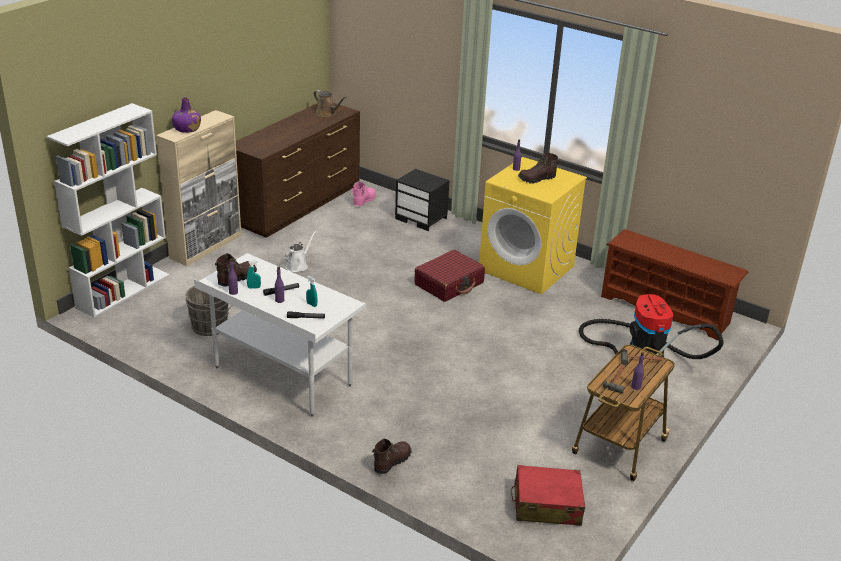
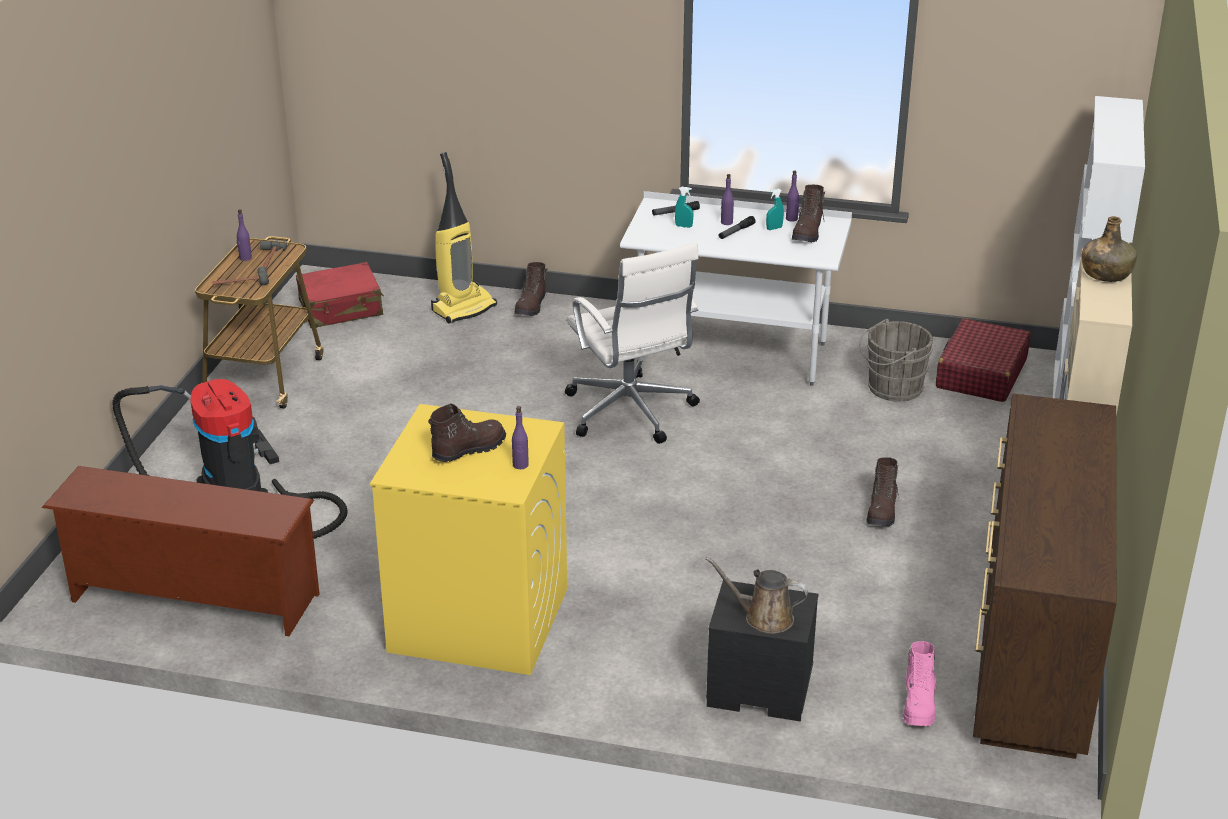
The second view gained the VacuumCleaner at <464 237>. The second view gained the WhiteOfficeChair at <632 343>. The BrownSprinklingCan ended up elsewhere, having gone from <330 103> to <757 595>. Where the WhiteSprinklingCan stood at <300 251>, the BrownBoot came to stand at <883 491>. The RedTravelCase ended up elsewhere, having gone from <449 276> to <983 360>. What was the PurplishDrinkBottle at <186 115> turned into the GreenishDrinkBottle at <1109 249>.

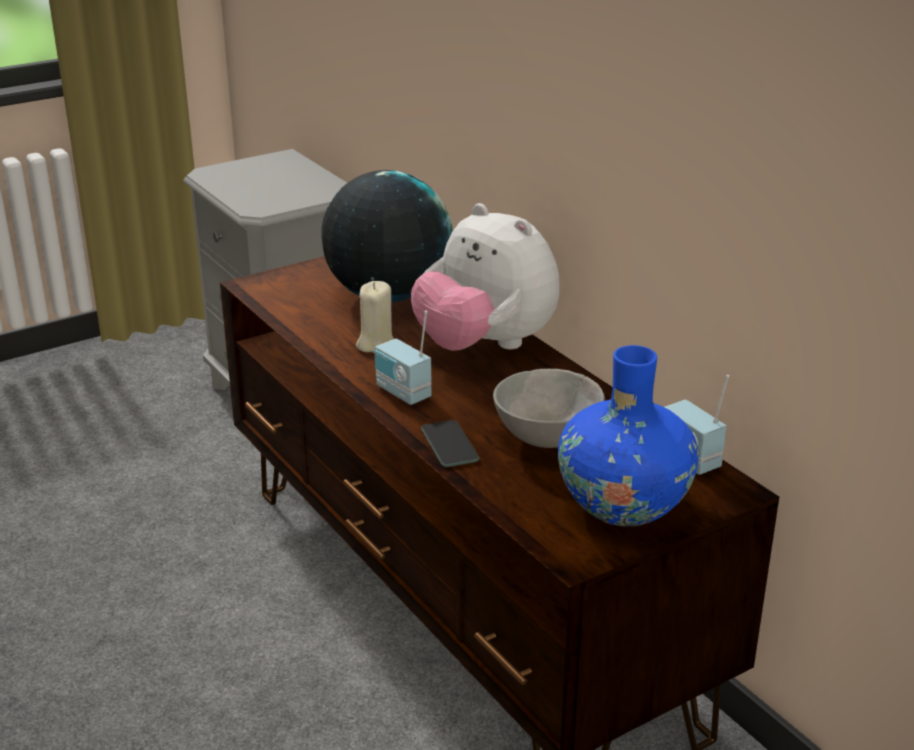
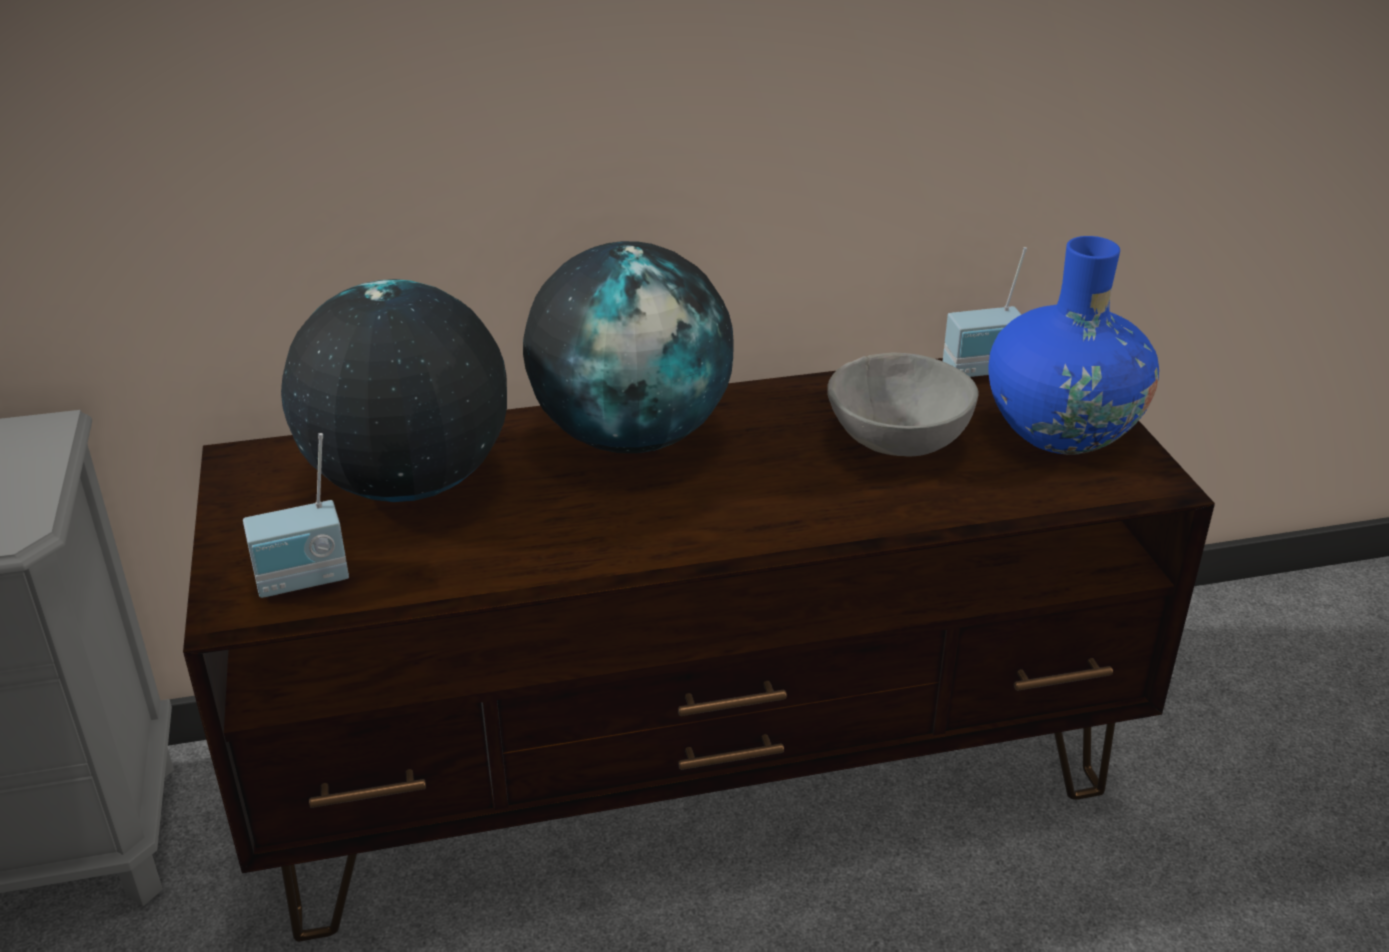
The Radio ended up elsewhere, having gone from <403 358> to <296 515>. Where the CuddlyToy stood at <485 277>, the Globe came to stand at <628 347>. The second view lost the SandColouredWaxCandle at <375 317>. The second view lost the Telephone at <450 443>.

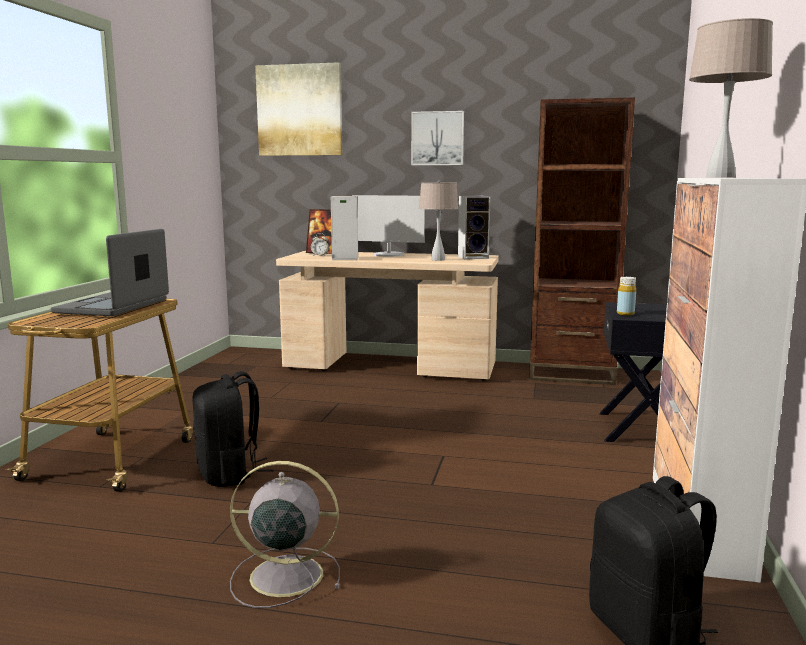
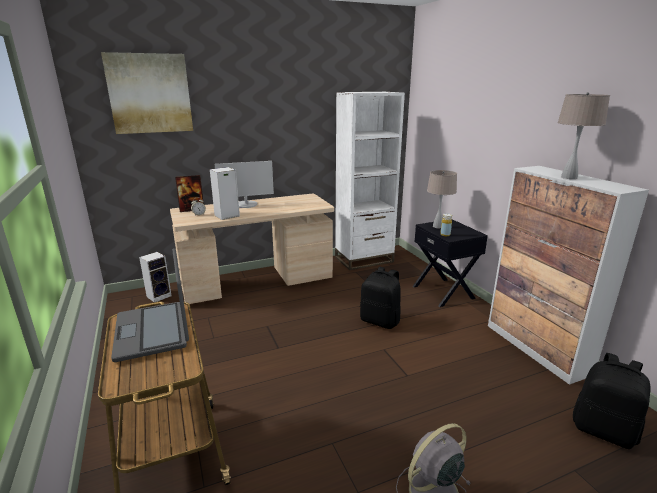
The Speaker ended up elsewhere, having gone from <474 227> to <155 277>. What was the BrownBookshelf at <582 241> turned into the WhiteBookshelf at <370 181>. The BlackColouredKnapsack ended up elsewhere, having gone from <233 429> to <380 298>. The SandColouredTableLamp ended up elsewhere, having gone from <438 220> to <442 199>. The second view lost the Picture at <437 138>.

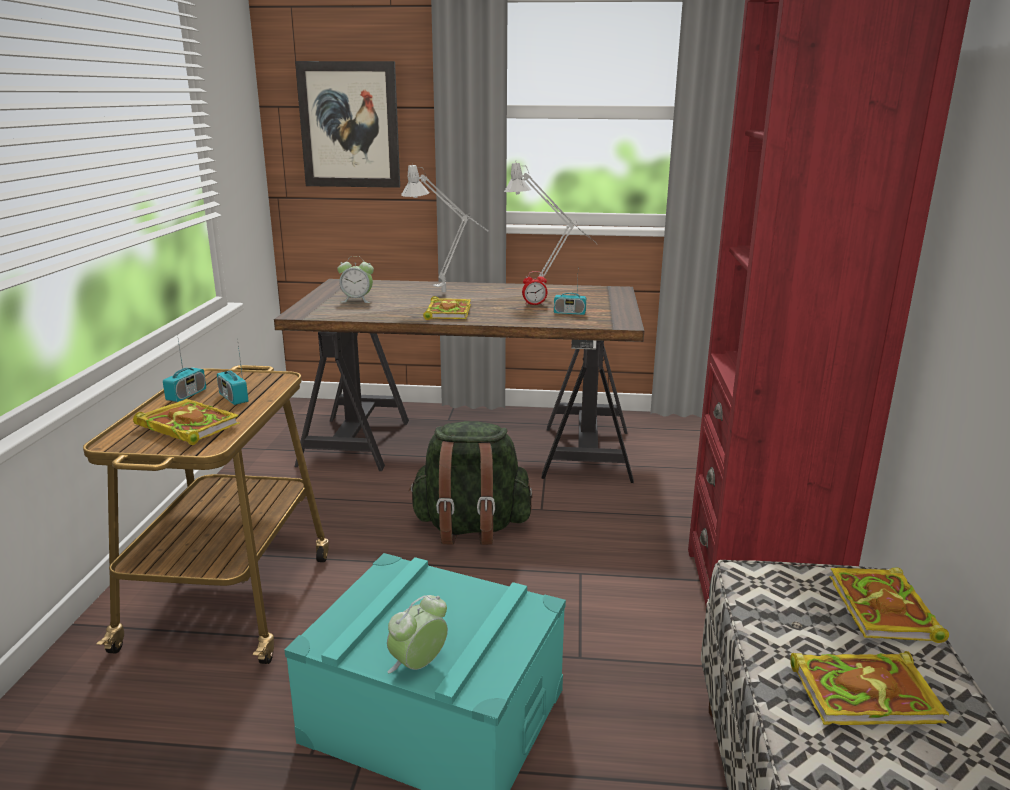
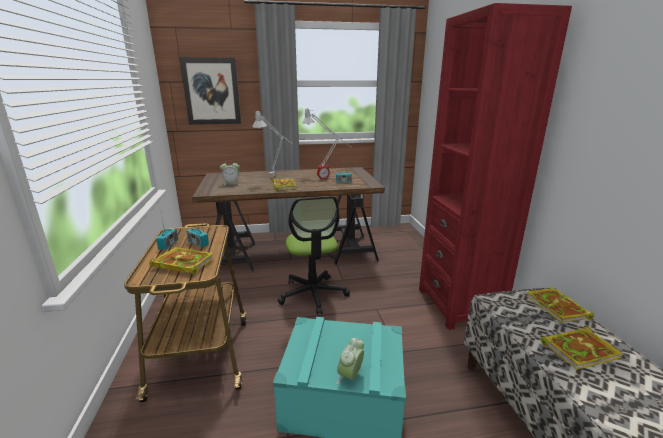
Where the GreenishKnapsack stood at <470 483>, the OfficeChair came to stand at <314 255>.

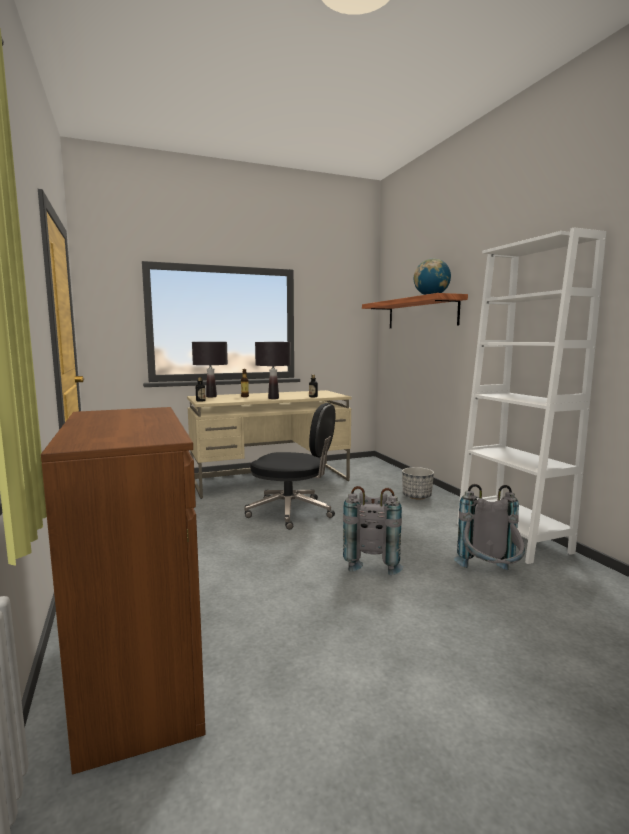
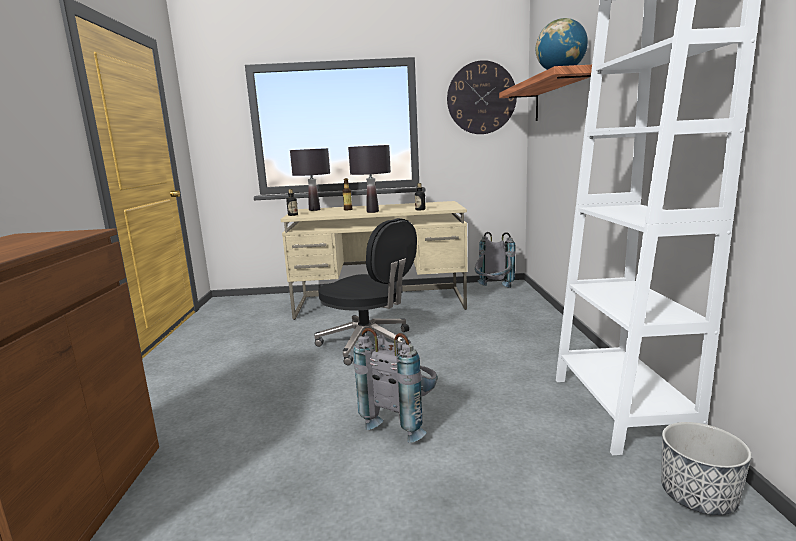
The second view gained the HangingClock at <482 97>. The GreyishKnapsack ended up elsewhere, having gone from <489 527> to <495 260>. The Planter ended up elsewhere, having gone from <418 483> to <706 468>.

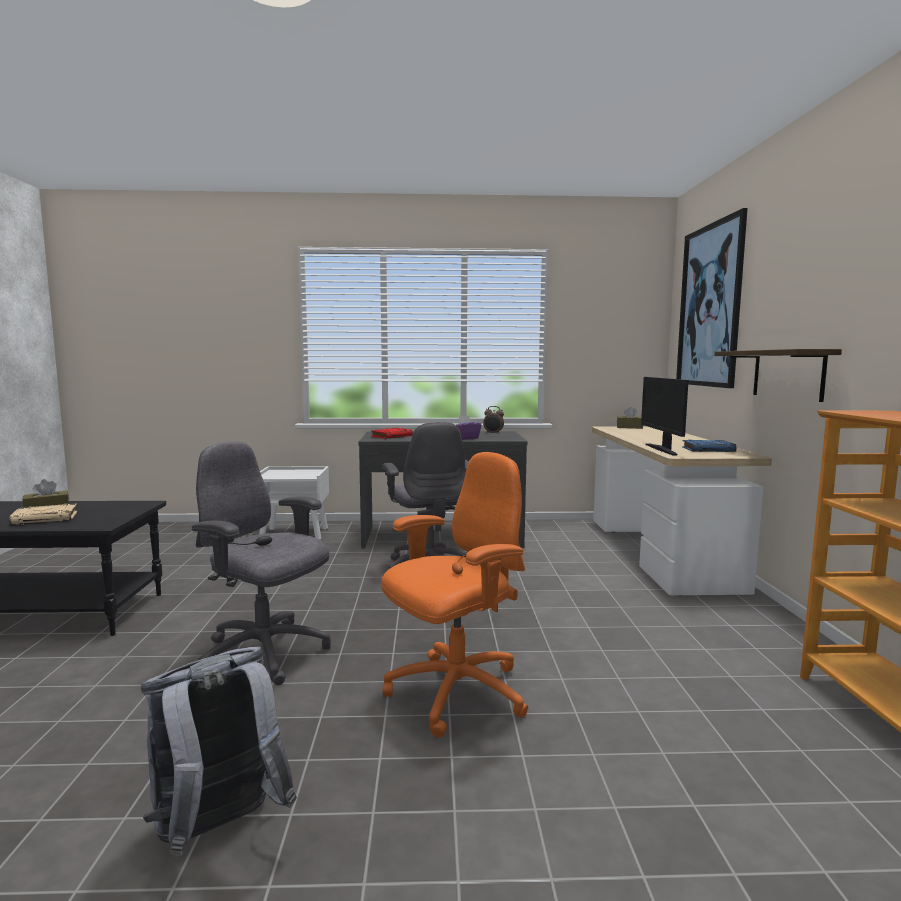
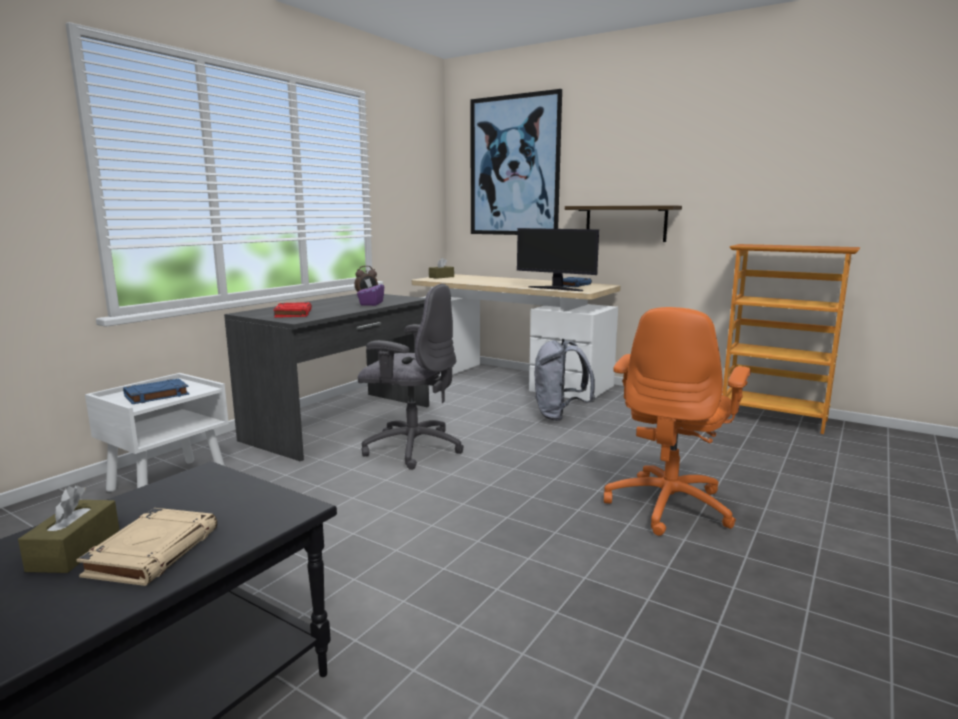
The second view gained the BlueBoundBook at <156 391>. The GreyishKnapsack ended up elsewhere, having gone from <219 751> to <565 380>. The OrangeOfficeChair at <454 595> ended up facing another way, 150 degrees counterclockwise from before. The second view lost the GreyishOfficeChair at <261 563>.

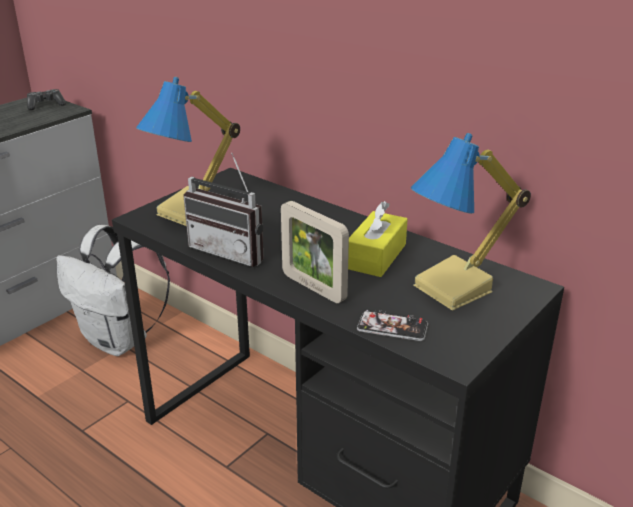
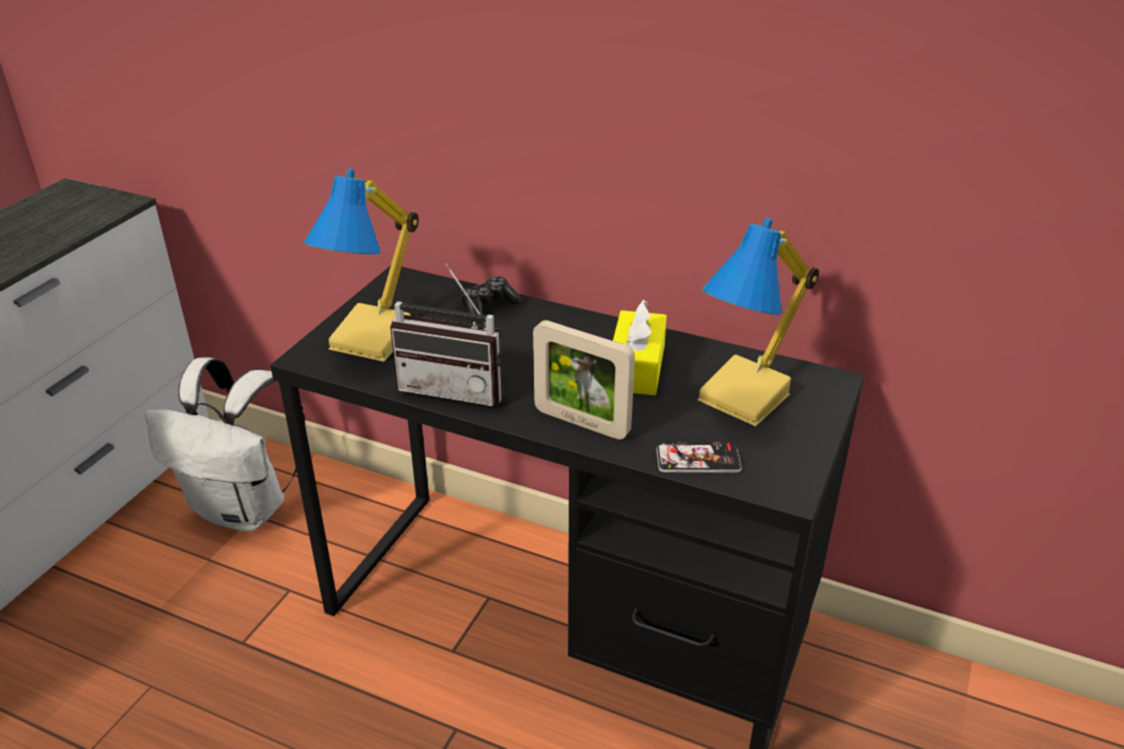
The Joypad ended up elsewhere, having gone from <46 99> to <490 299>.

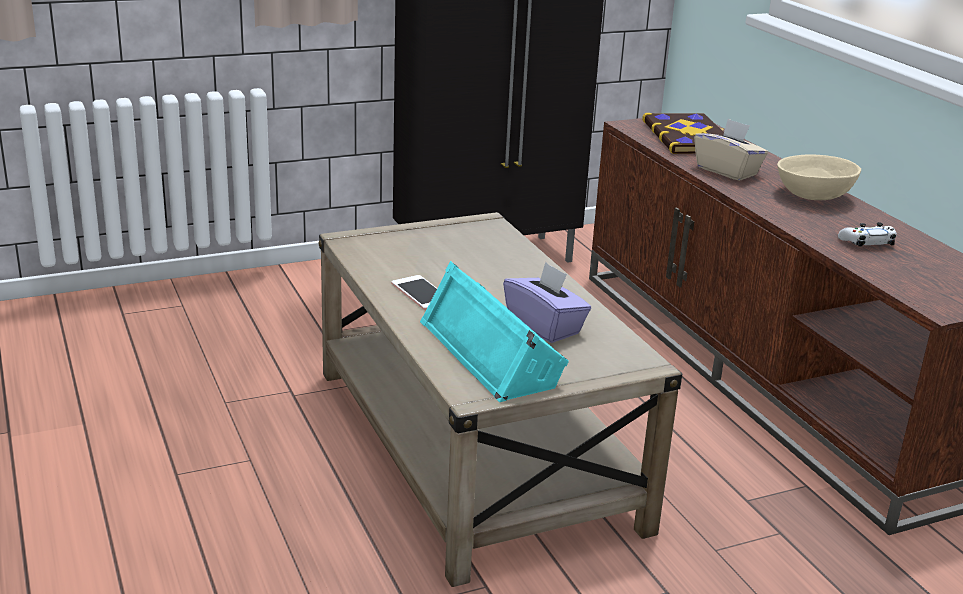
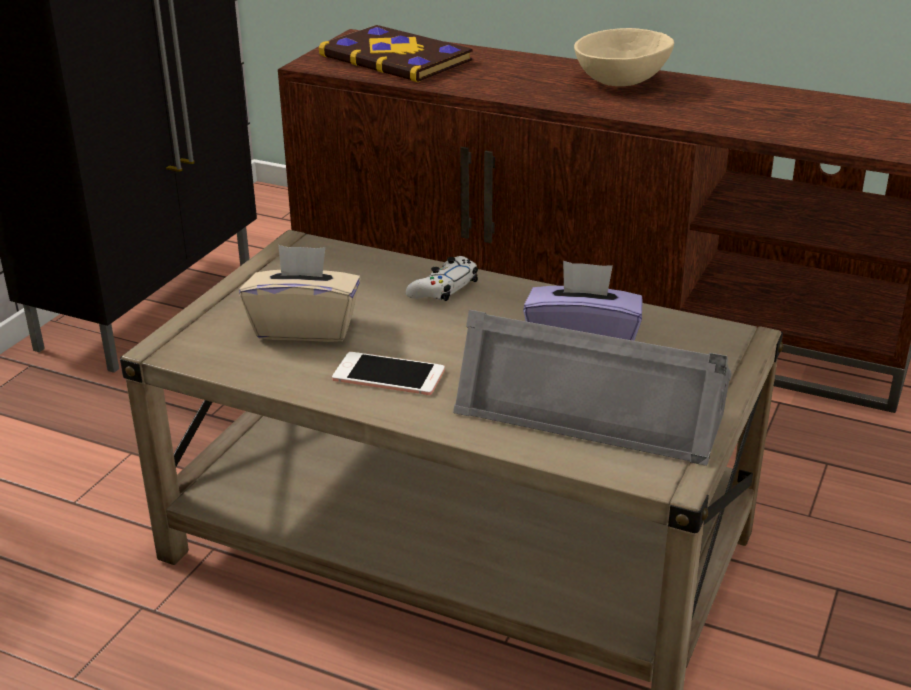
The SandColouredTissueBox ended up elsewhere, having gone from <731 150> to <300 293>. The WhiteJoypad ended up elsewhere, having gone from <867 234> to <442 278>. What was the BlueGreenSpeaker at <494 331> turned into the GreyishSpeaker at <592 388>.

